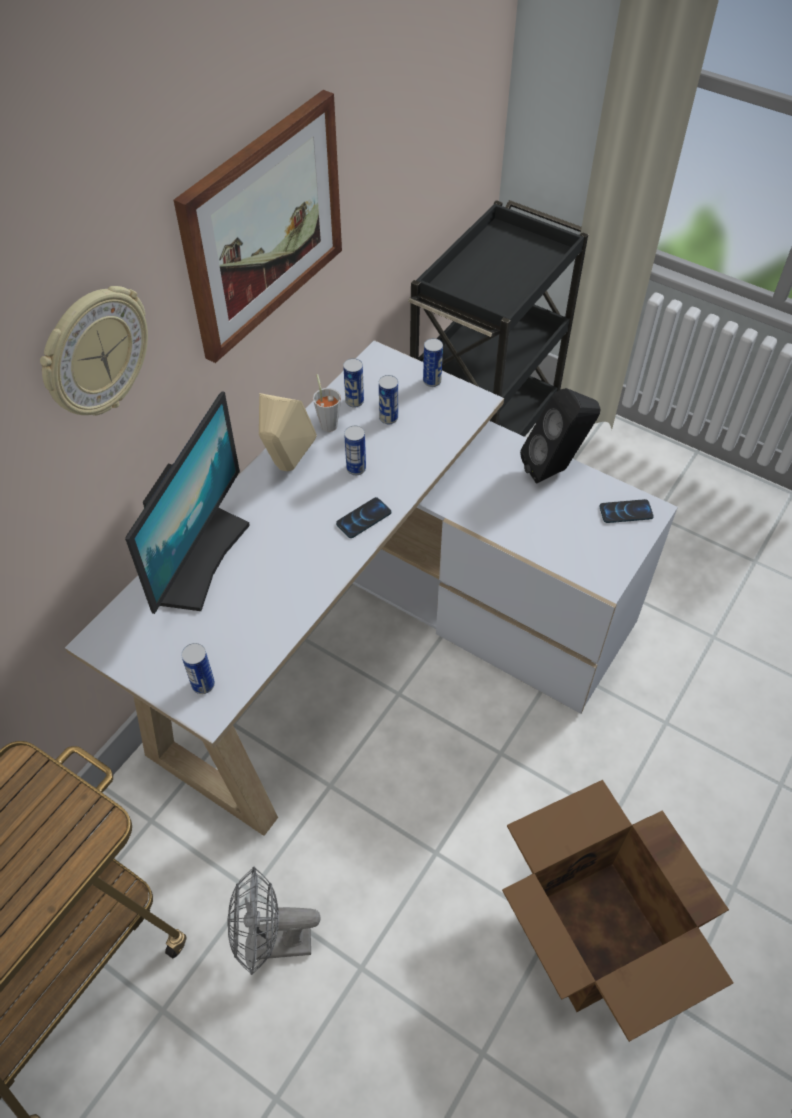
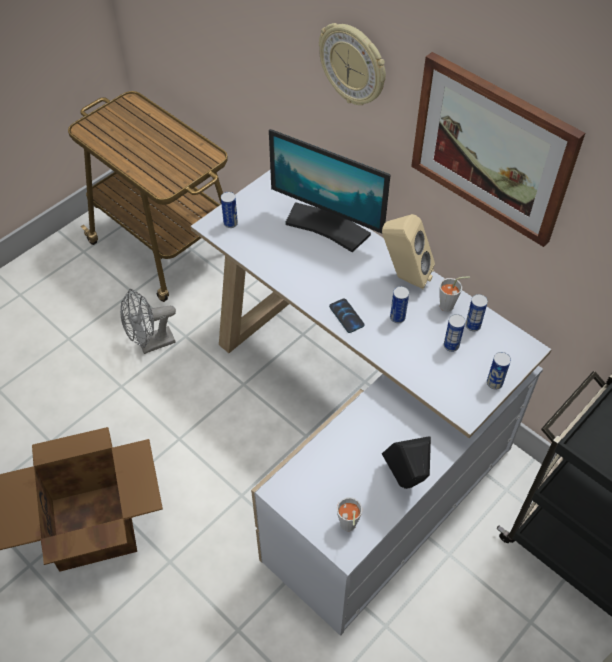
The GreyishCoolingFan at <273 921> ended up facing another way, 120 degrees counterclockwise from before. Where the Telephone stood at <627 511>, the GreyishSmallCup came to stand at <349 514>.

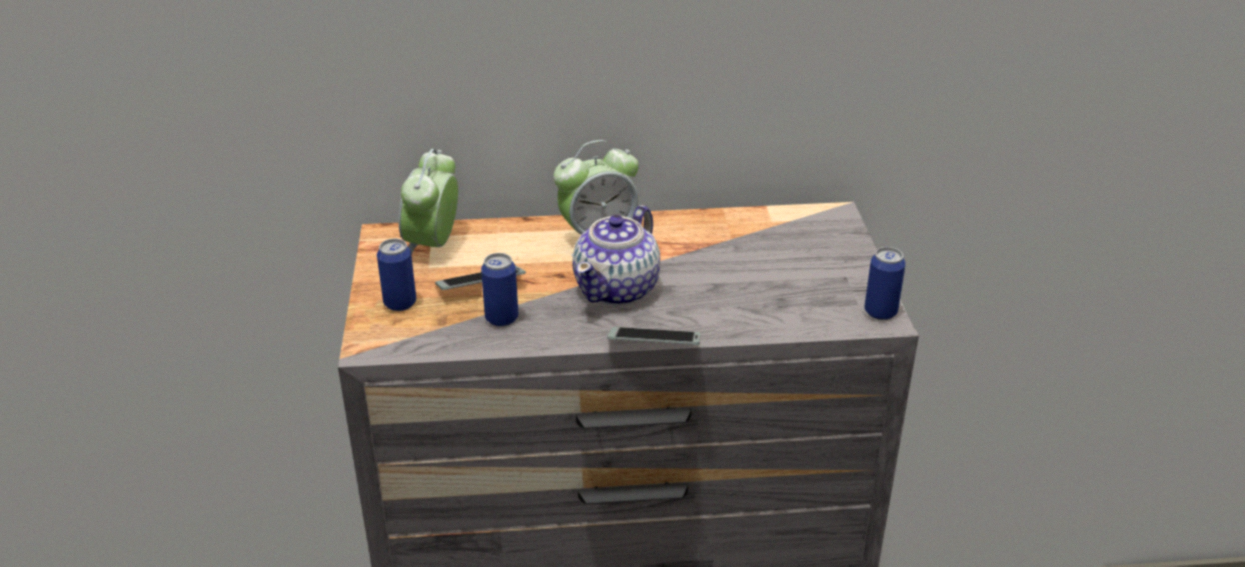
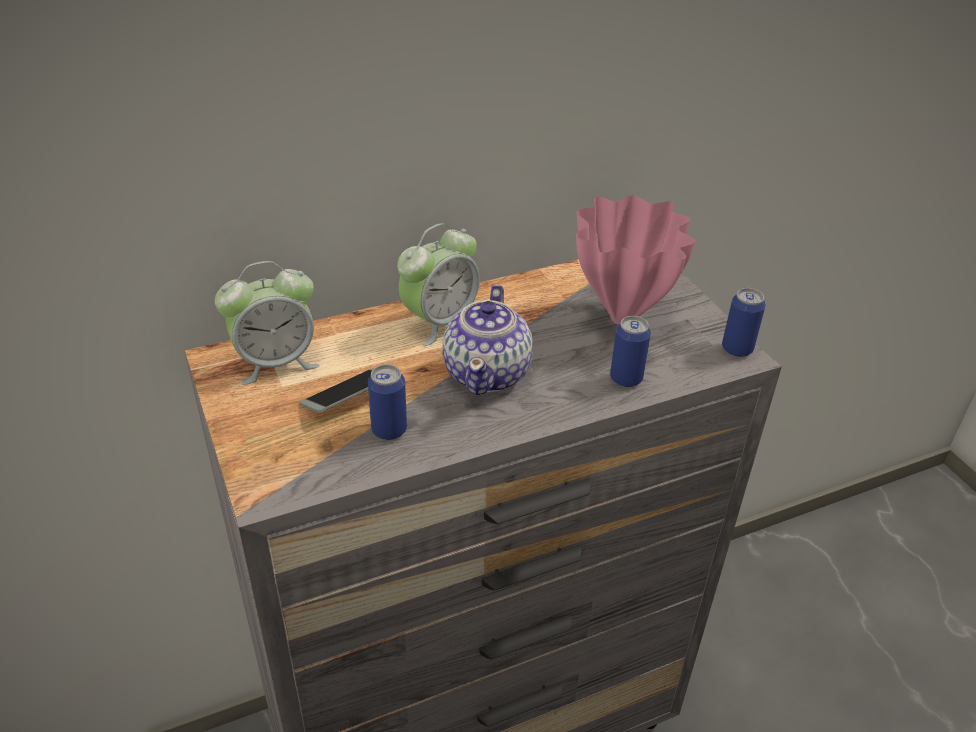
The BedsideClock at <428 202> ended up facing another way, 105 degrees counterclockwise from before. The second view gained the PinkColouredVase at <635 260>. The Can ended up elsewhere, having gone from <396 274> to <630 352>. The second view lost the Telephone at <654 336>.

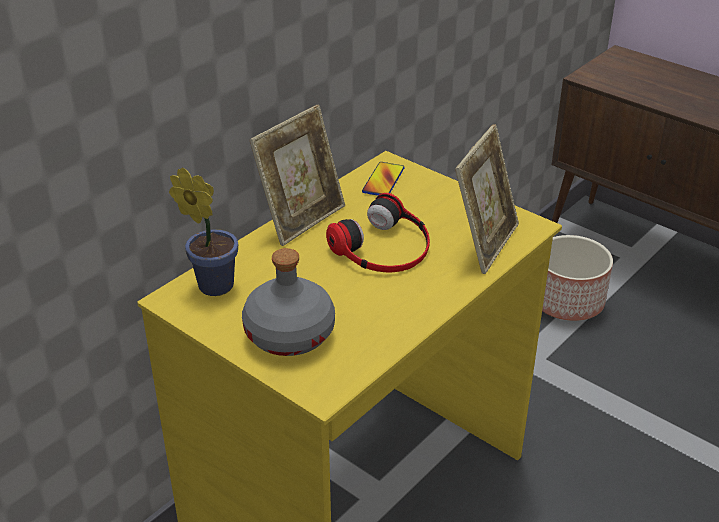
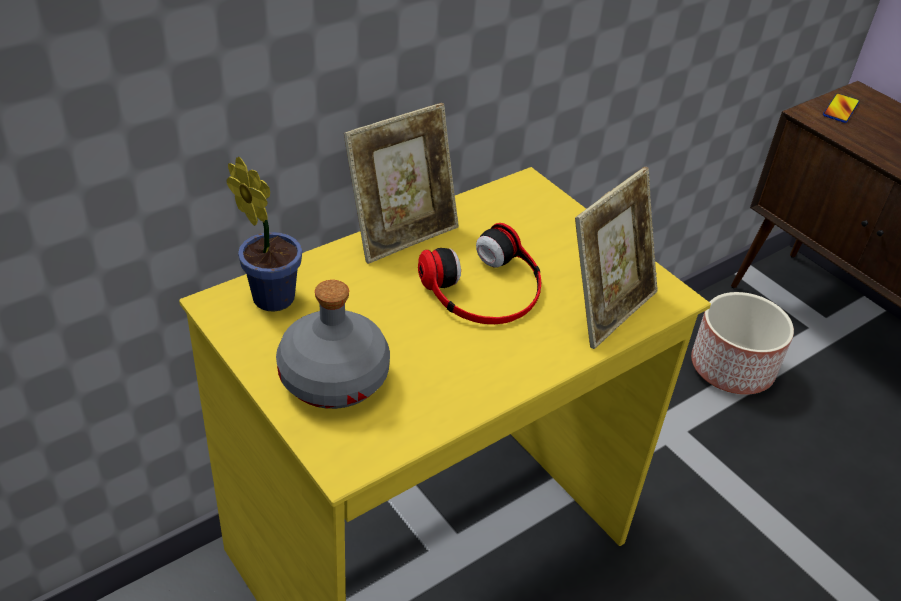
The Telephone ended up elsewhere, having gone from <383 179> to <841 108>.

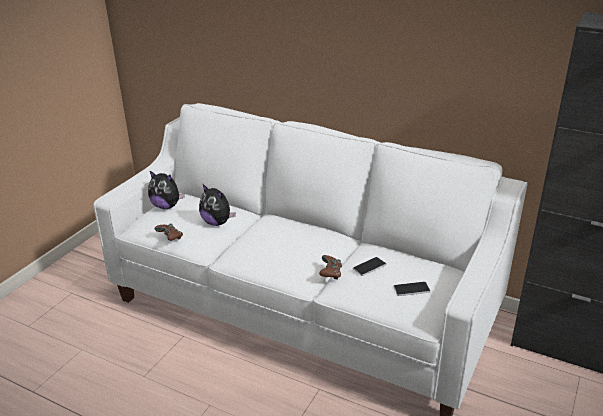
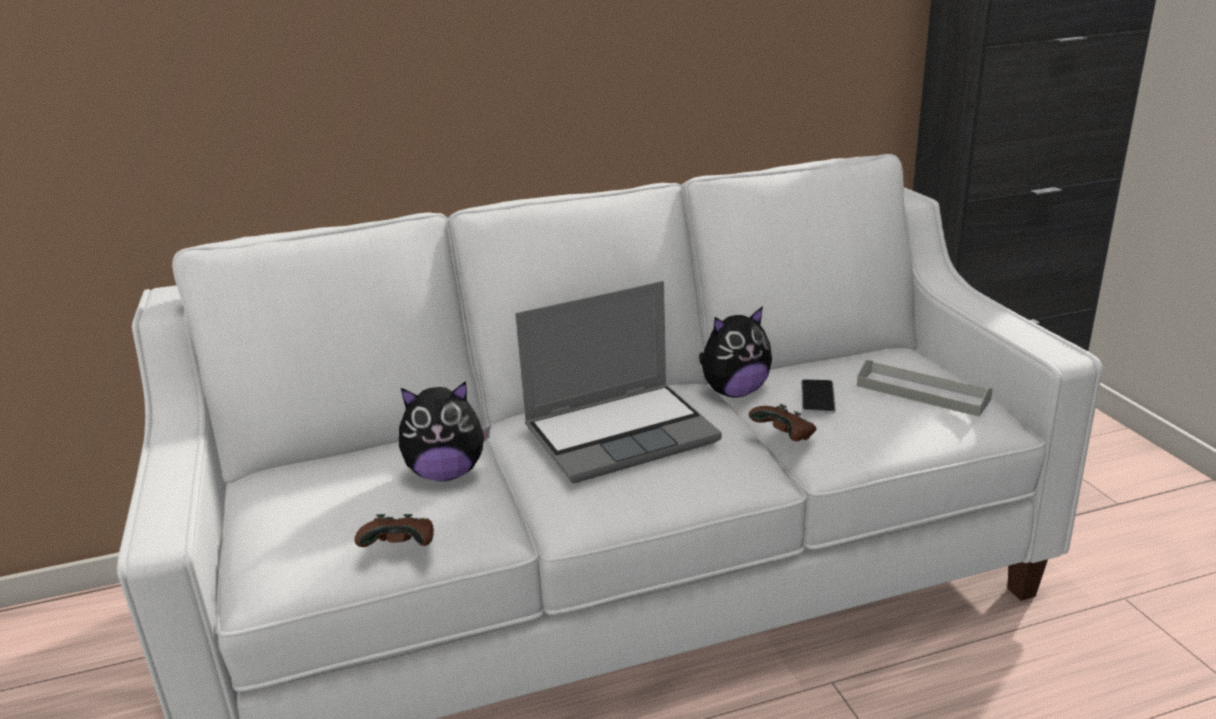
The second view gained the PortableComputer at <618 382>. The CuddlyToy ended up elsewhere, having gone from <166 190> to <735 352>. Where the Telephone stood at <411 289>, the GreyishTray came to stand at <925 388>.

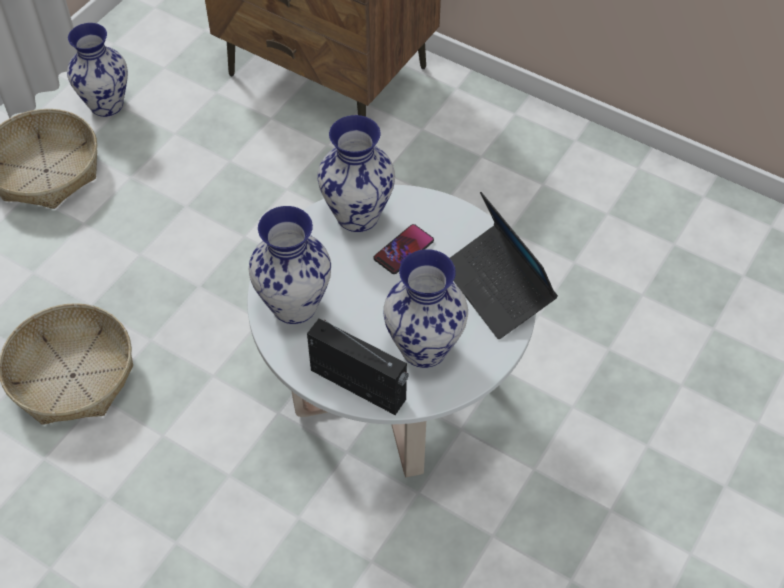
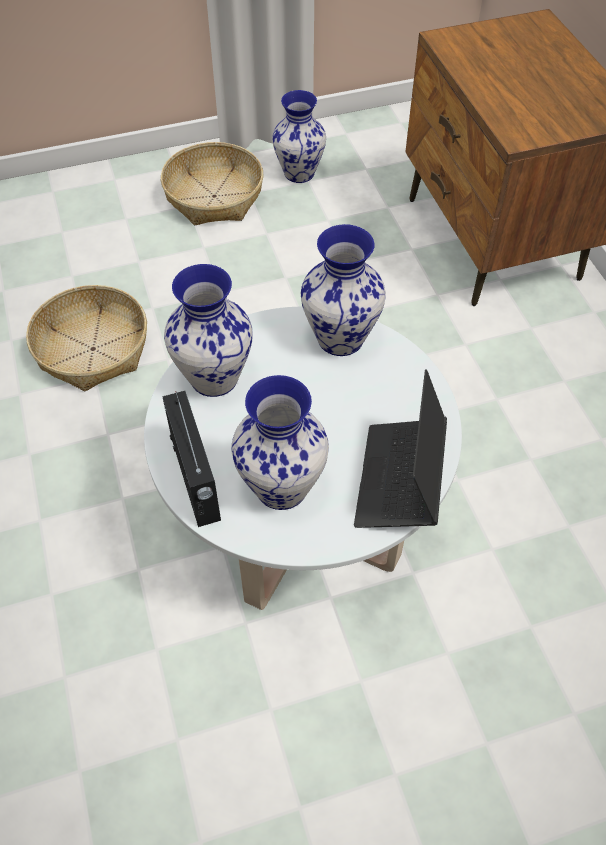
The second view lost the Telephone at <404 249>.

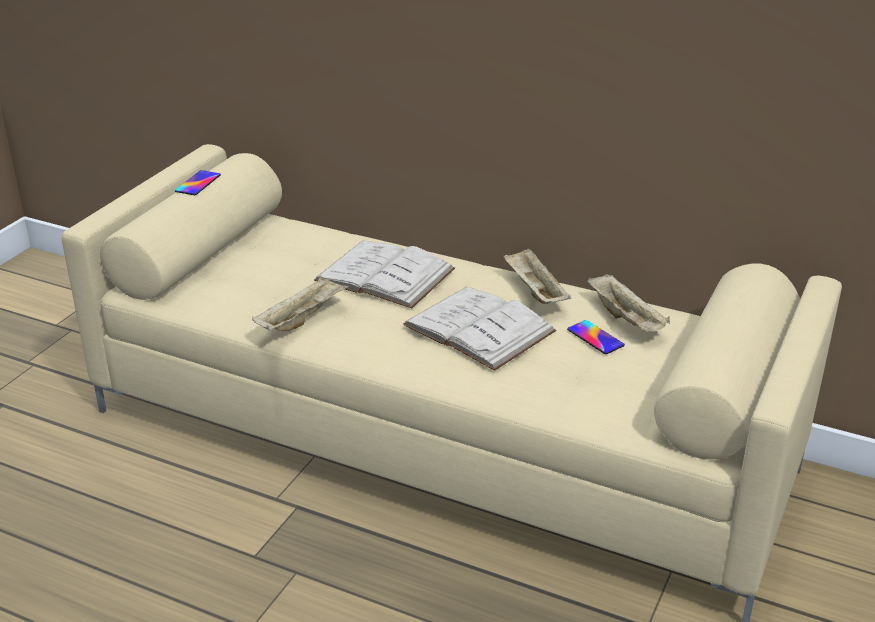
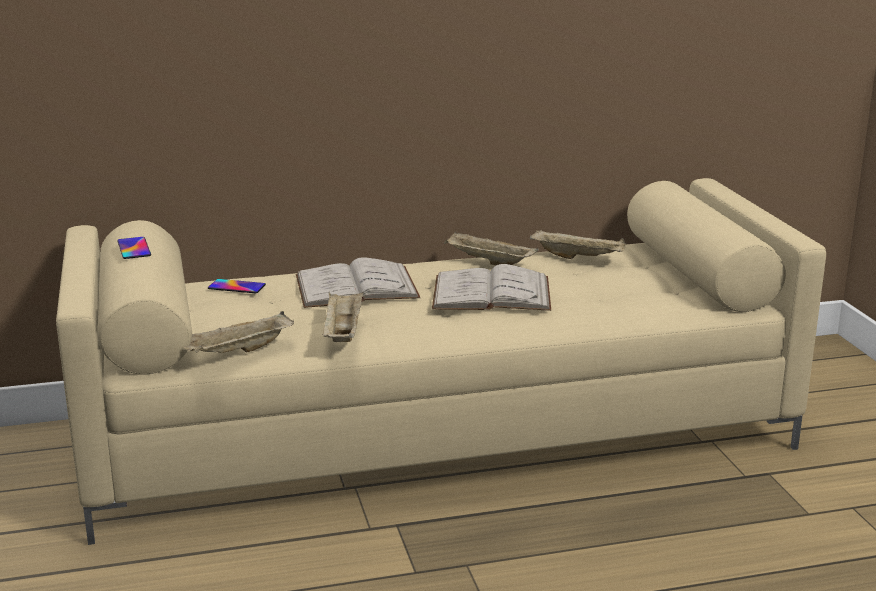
The second view gained the SandColouredTray at <238 332>. The Telephone ended up elsewhere, having gone from <596 337> to <237 286>.

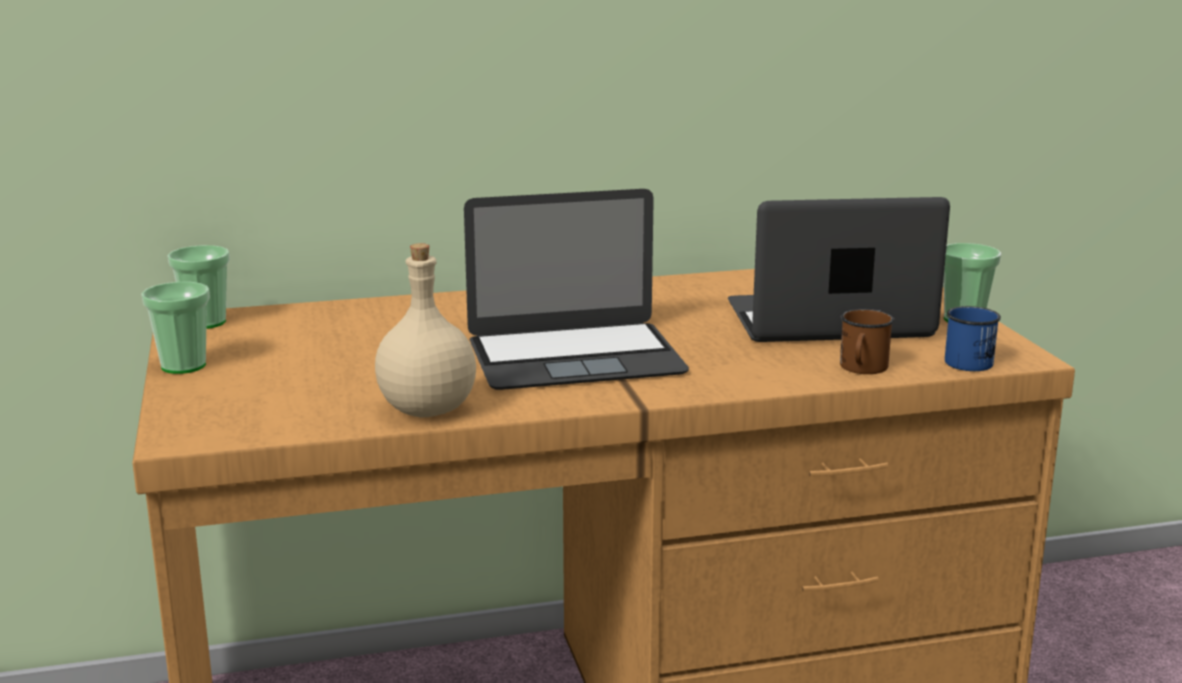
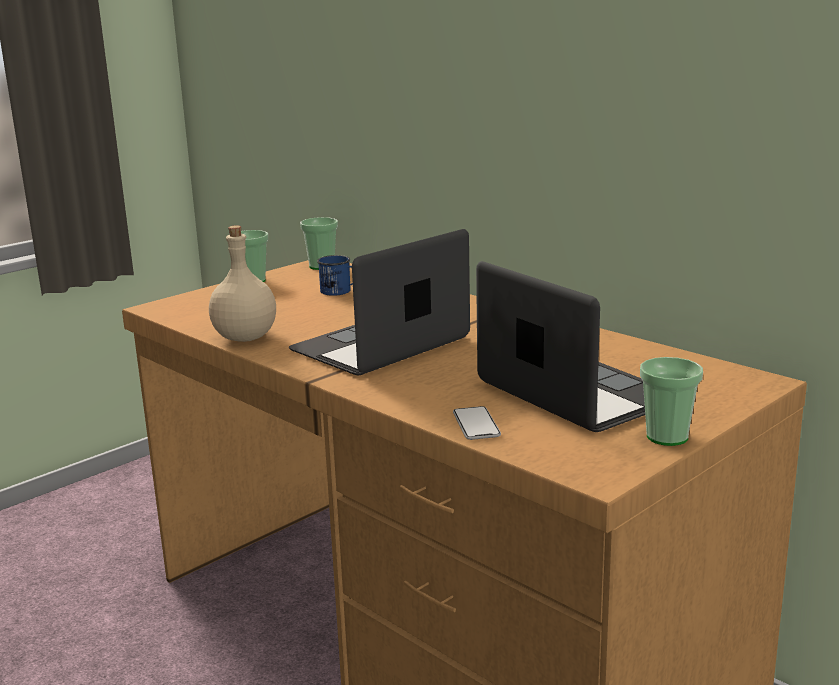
The PortableComputer at <576 289> ended up facing another way, 90 degrees clockwise from before. The BlueMug ended up elsewhere, having gone from <973 338> to <335 275>. Where the BrownMug stood at <867 341>, the Telephone came to stand at <477 423>.

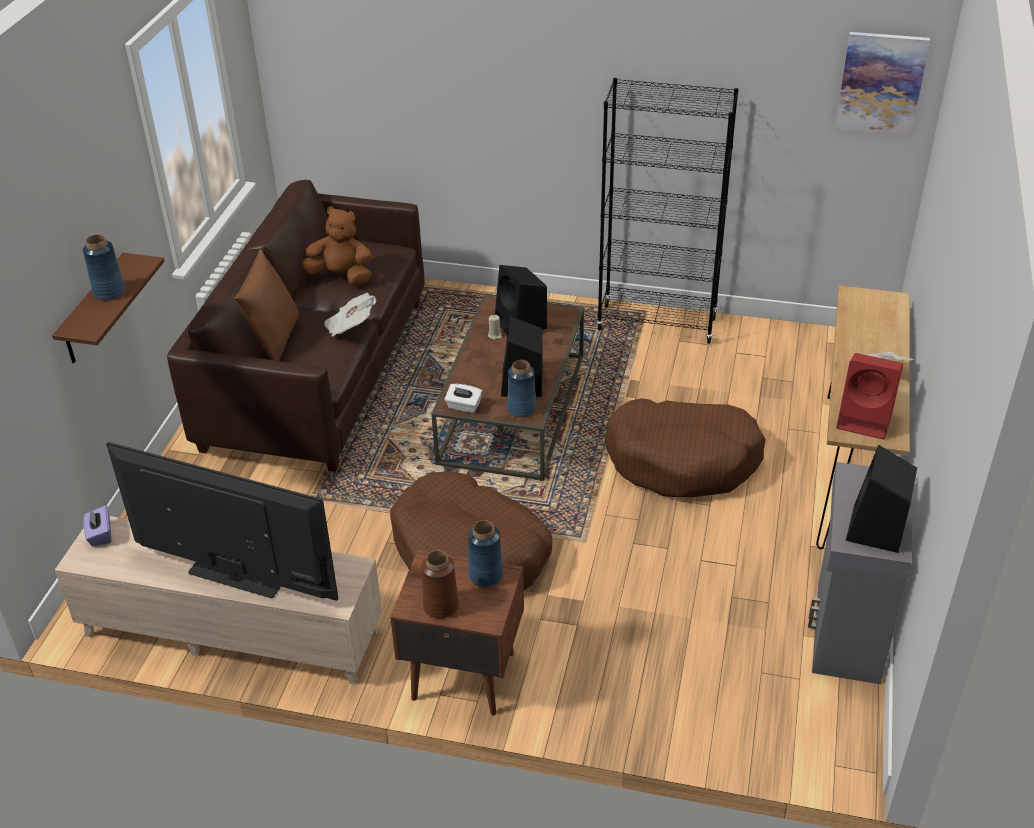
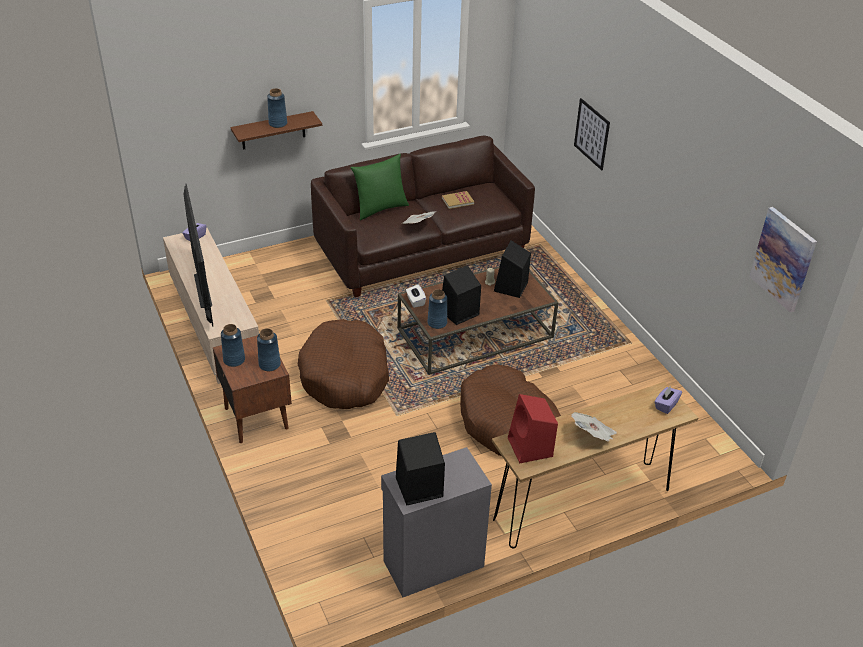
What was the BrownVase at <440 584> turned into the BlueVase at <233 345>. What was the BrownPillow at <266 305> turned into the GreenishPillow at <379 187>. Where the BrownCuddlyToy stood at <337 246>, the BoundBook came to stand at <458 200>. The second view gained the Picture at <592 134>. The second view gained the PurplishTissueBox at <668 400>. The second view lost the BlackColouredBookshelf at <667 211>.

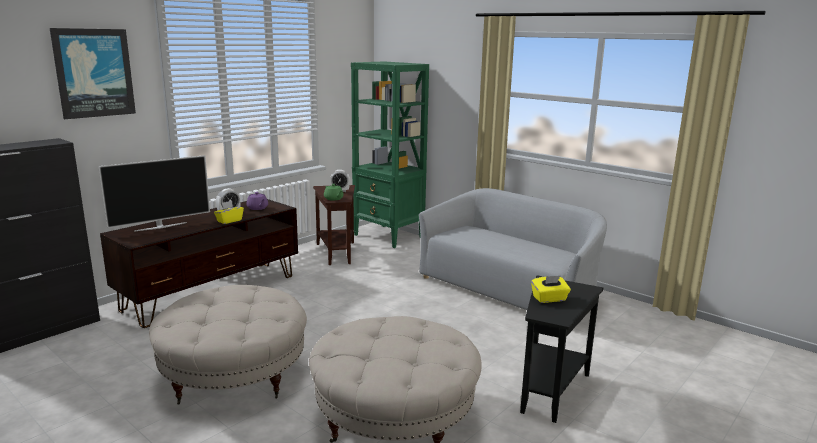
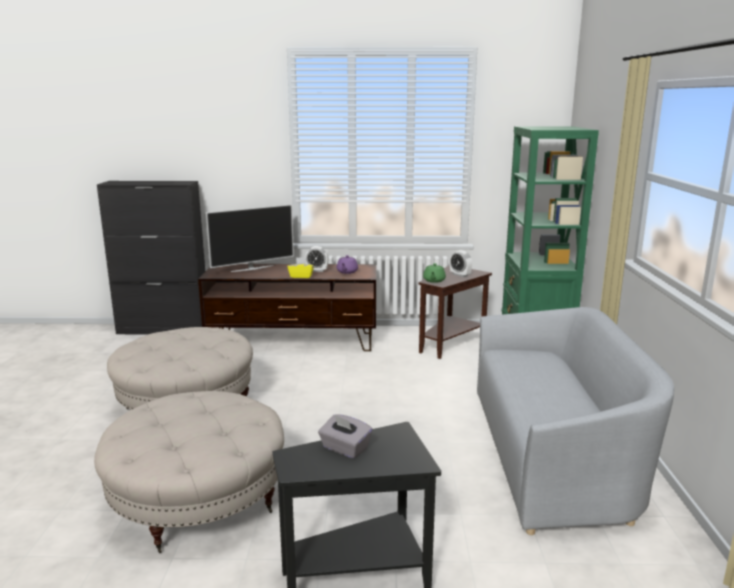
The TvSet at <154 193> ended up facing another way, 45 degrees counterclockwise from before. What was the YellowColouredTissueBox at <551 289> turned into the GreyishTissueBox at <345 436>. The second view lost the Picture at <93 73>.

